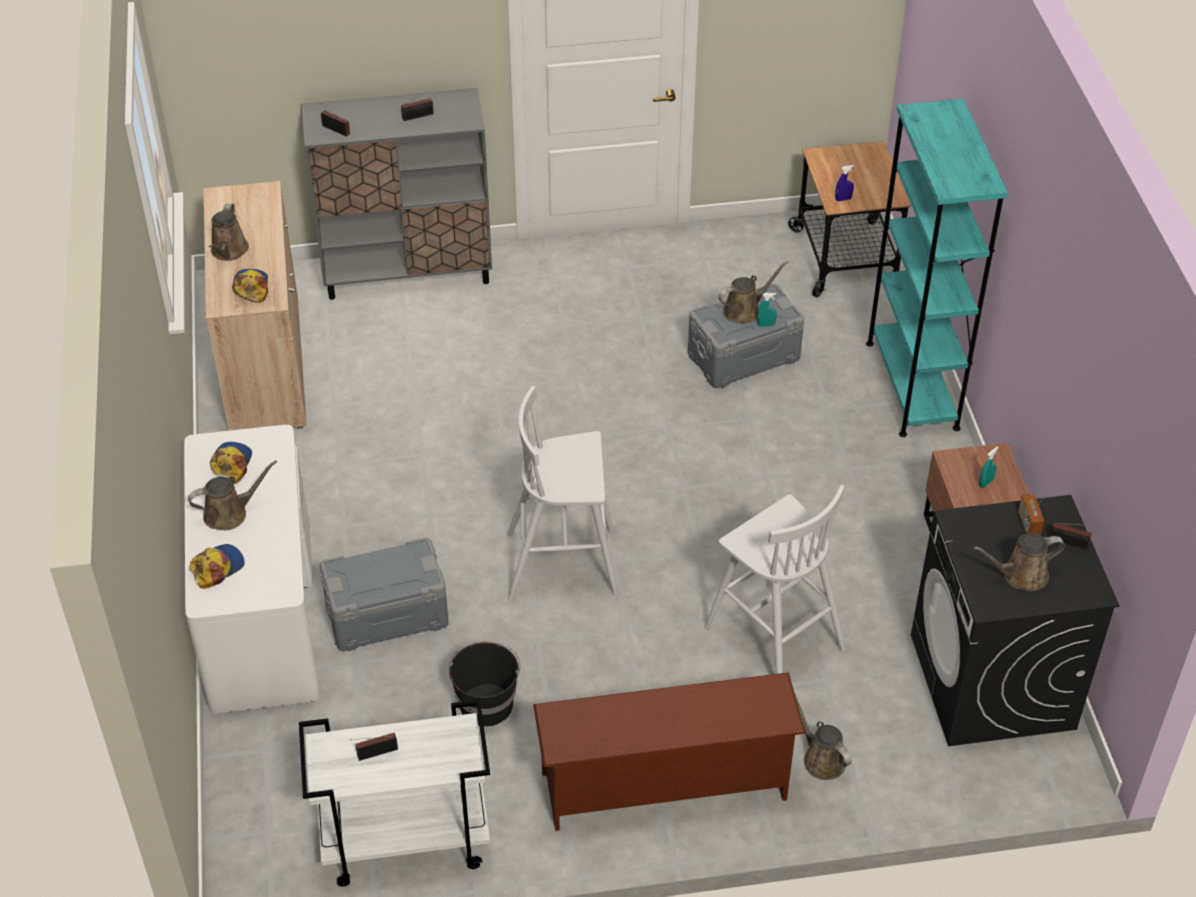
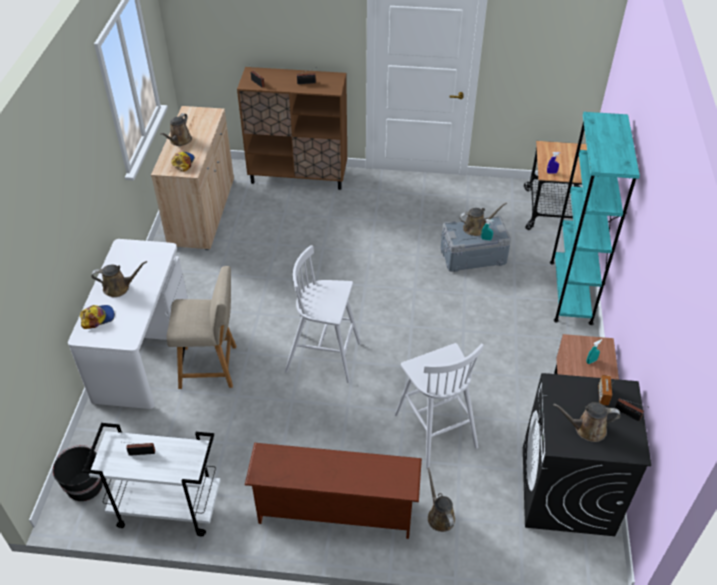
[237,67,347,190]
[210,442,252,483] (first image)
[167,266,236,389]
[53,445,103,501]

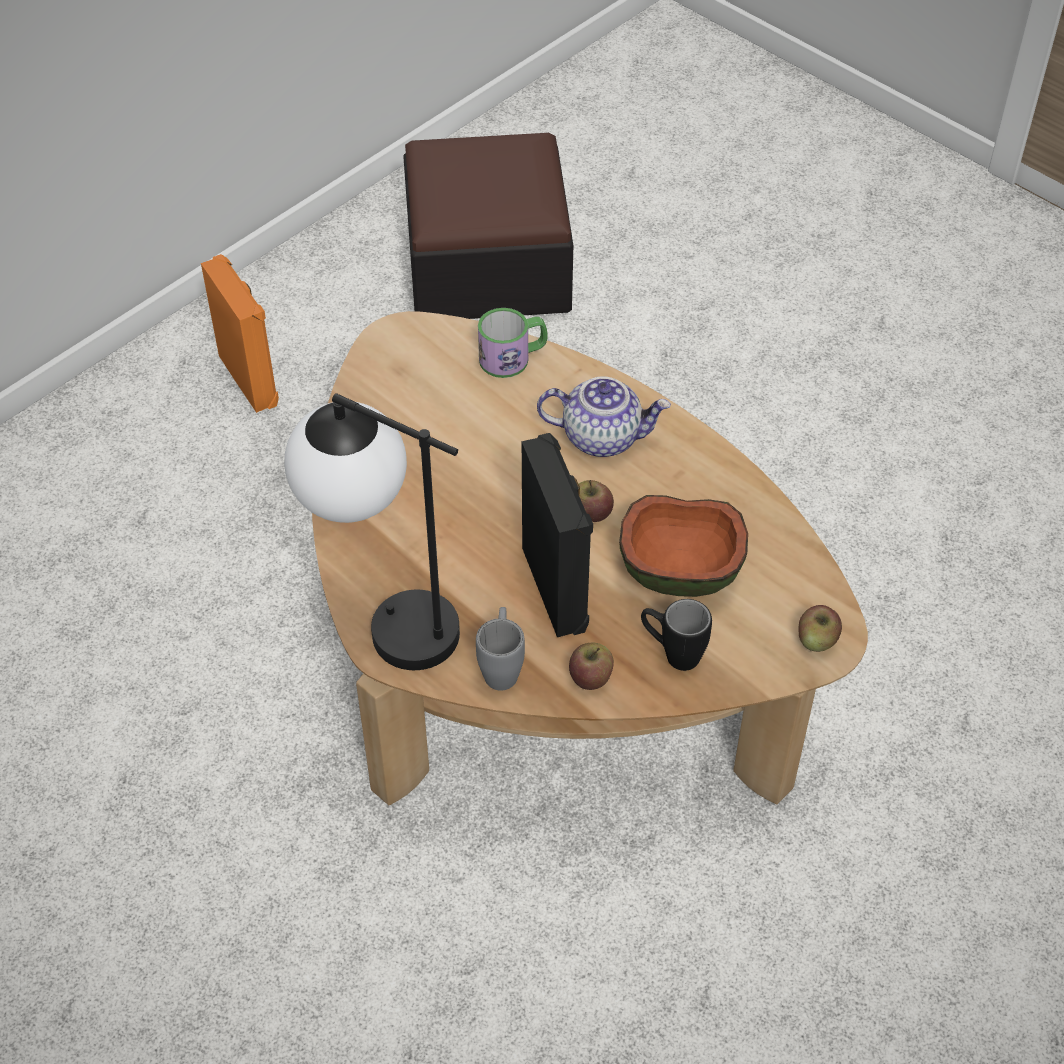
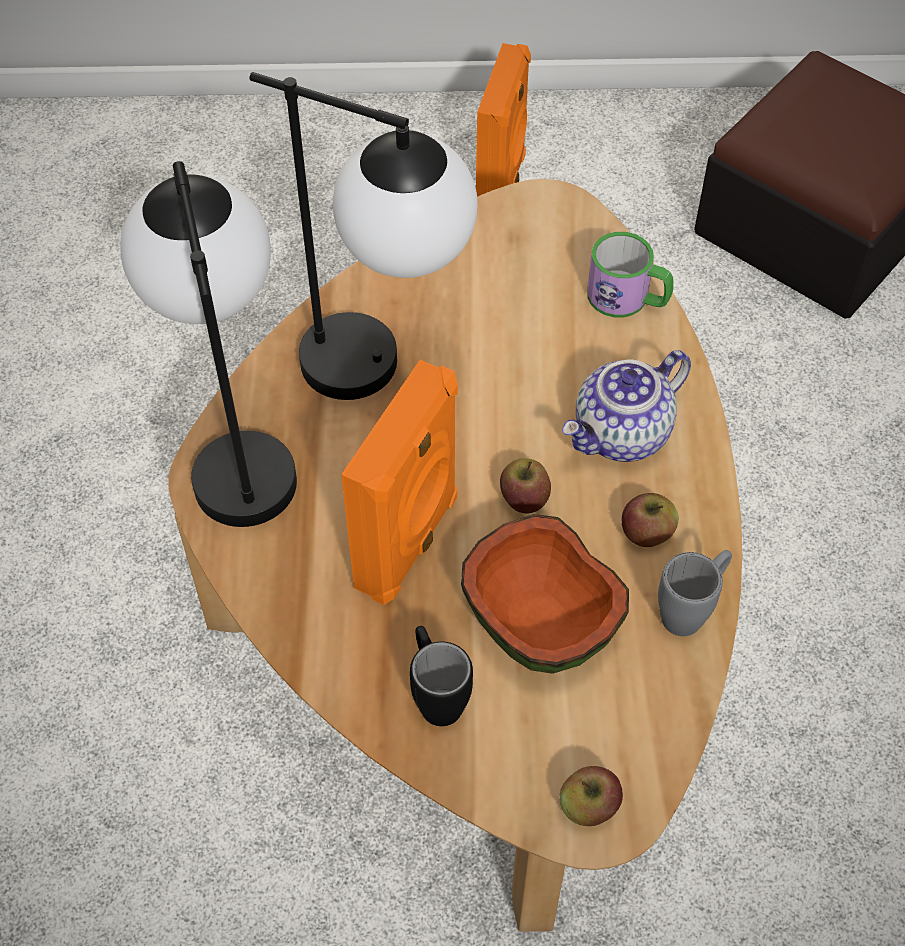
[562,350,691,462]
[341,360,458,605]
[658,550,732,636]
[622,493,678,547]
[250,72,478,400]

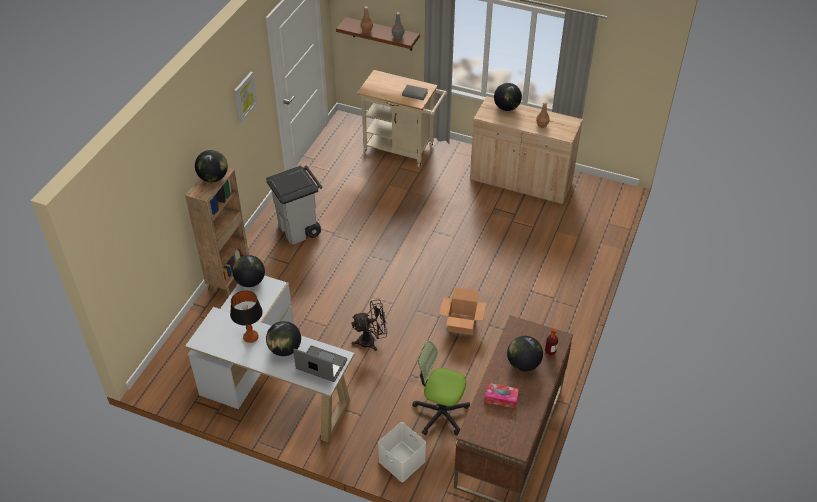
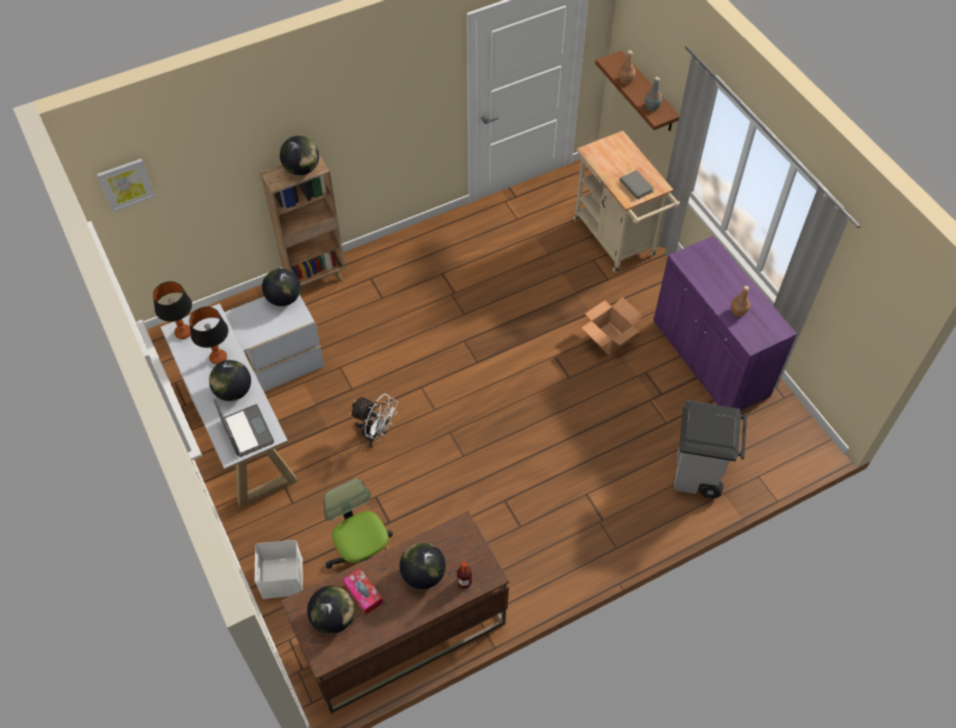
[97,159,155,212]
[307,586,355,634]
[653,236,797,411]
[674,400,747,498]
[581,297,643,355]
[350,394,398,448]
[153,281,192,339]

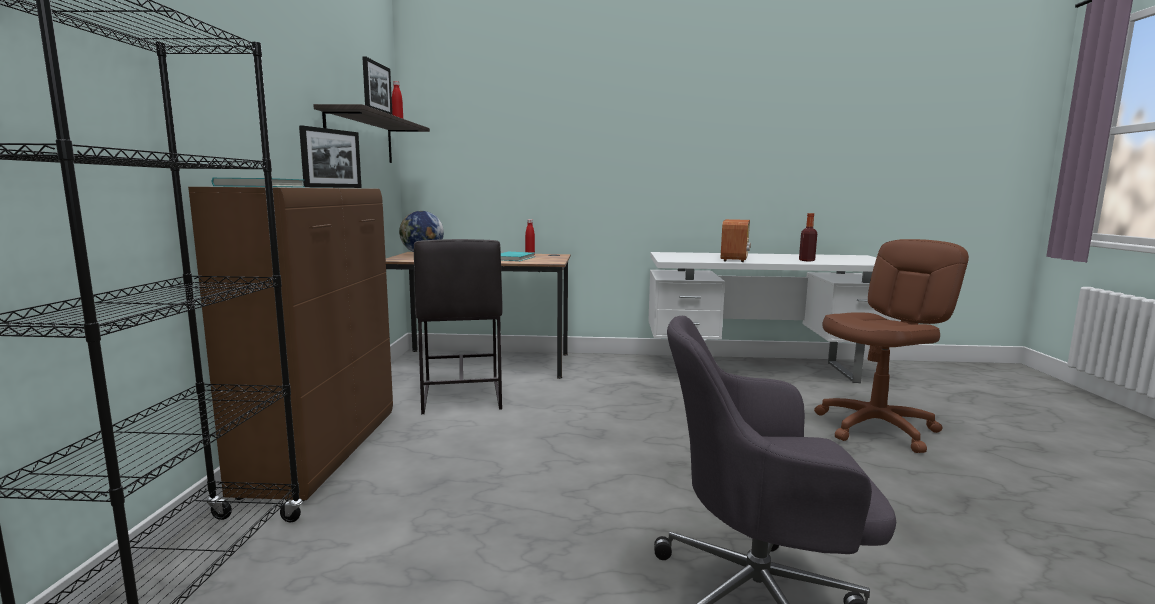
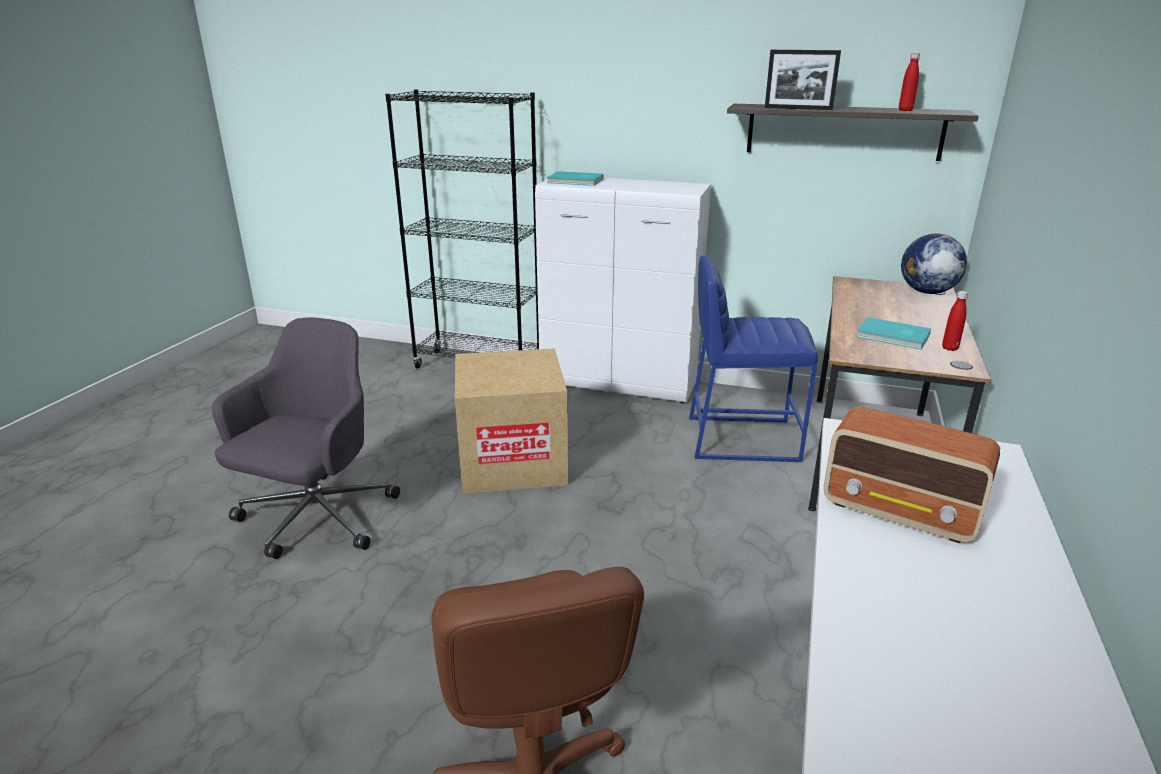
[299,126,362,188] (first image)
[535,178,711,403]
[799,213,817,261] (first image)
[689,255,818,462]
[455,348,568,494]

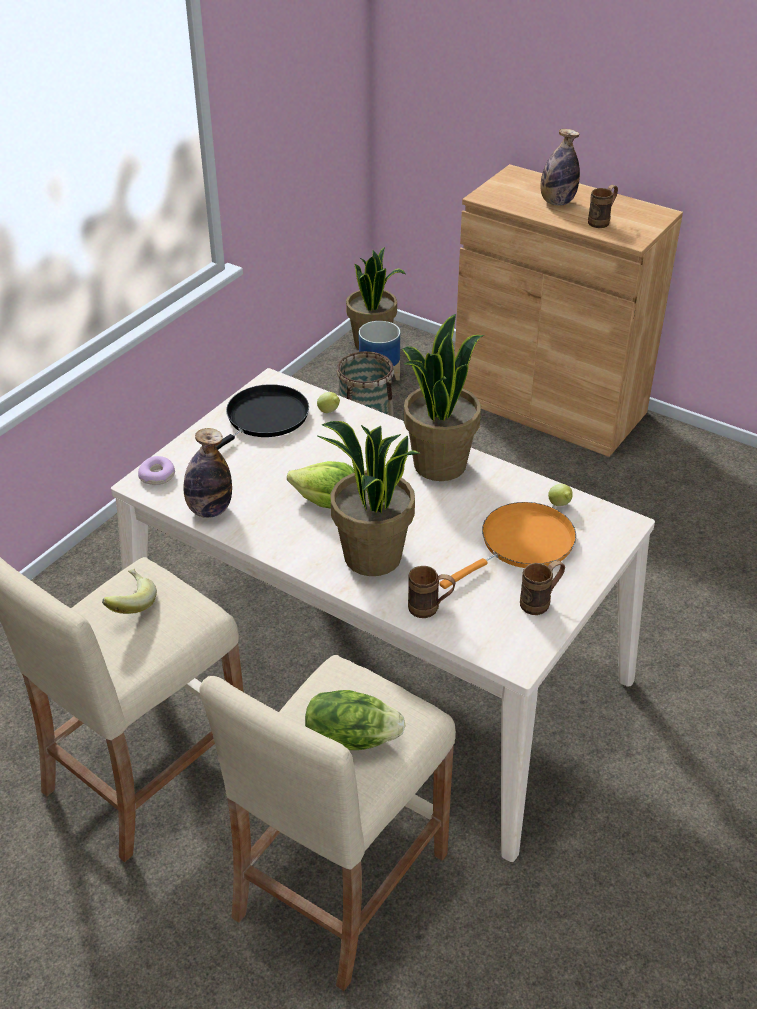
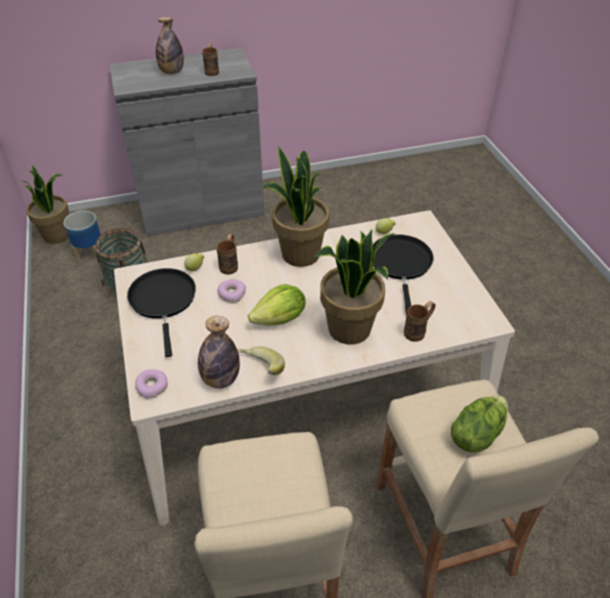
[109,48,265,236]
[373,234,434,314]
[217,234,238,274]
[238,346,285,375]
[218,279,246,303]

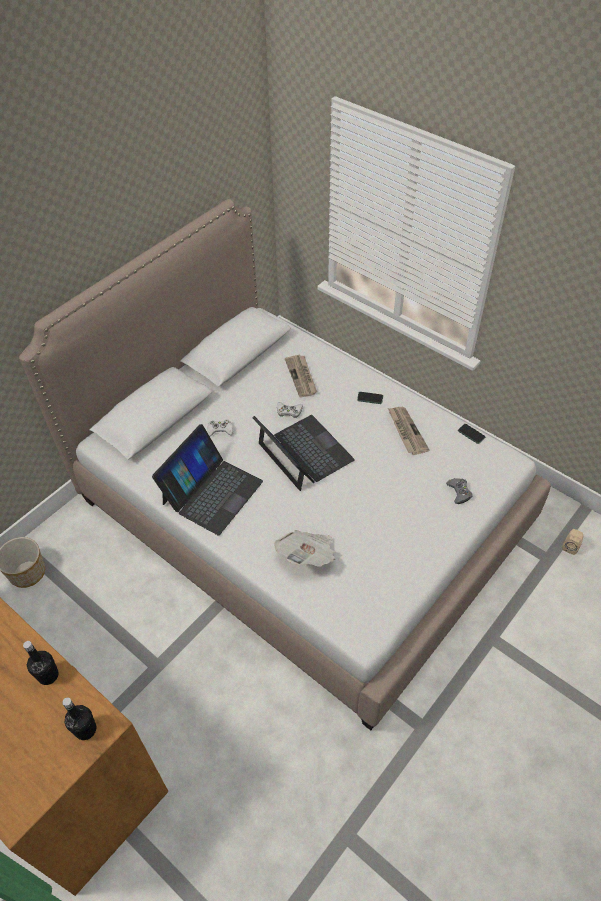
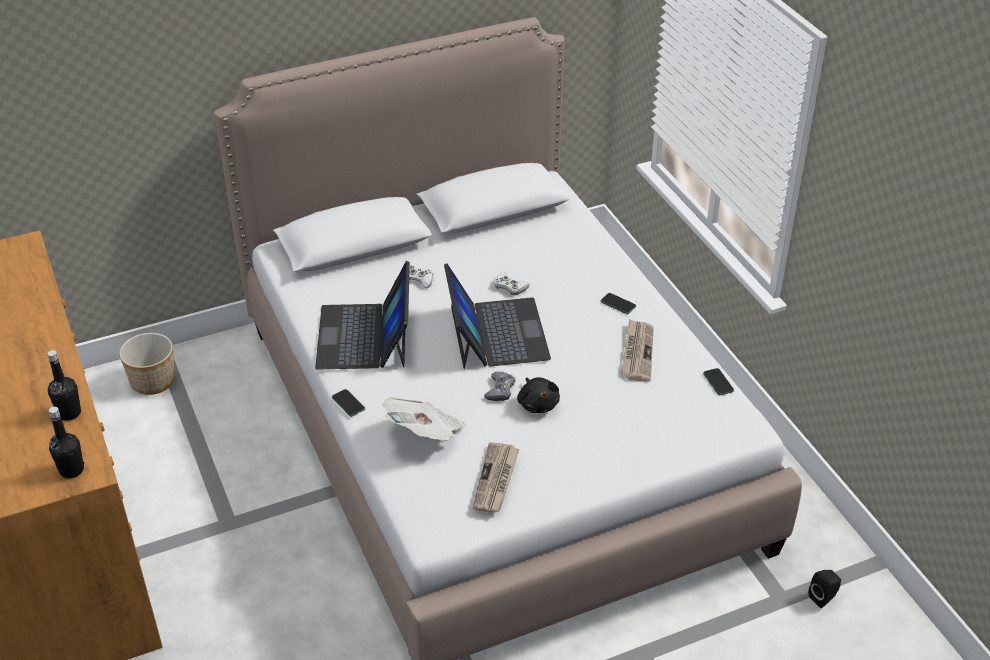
[472,442,519,513]
[315,261,410,369]
[484,372,515,401]
[808,570,841,608]
[517,377,560,413]
[332,389,365,417]

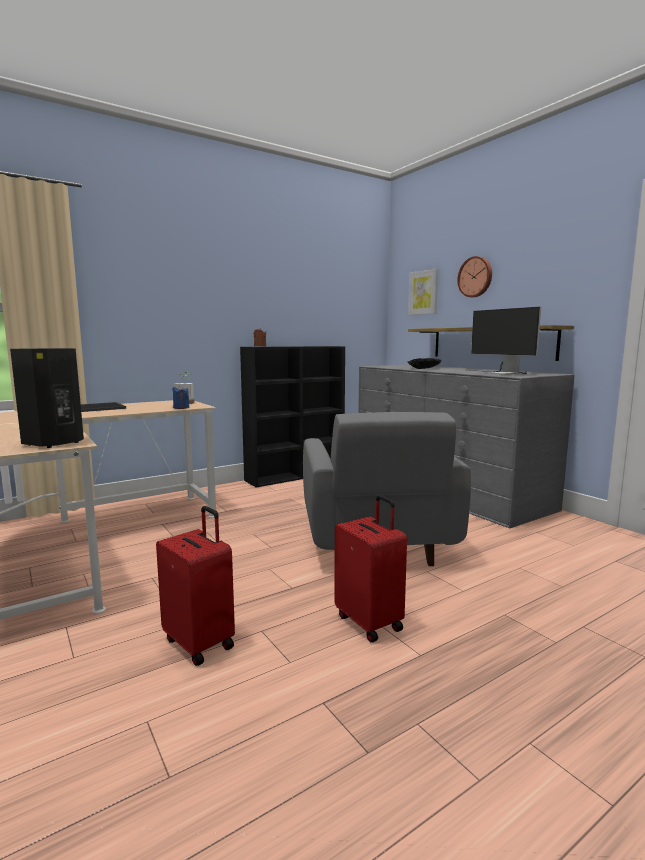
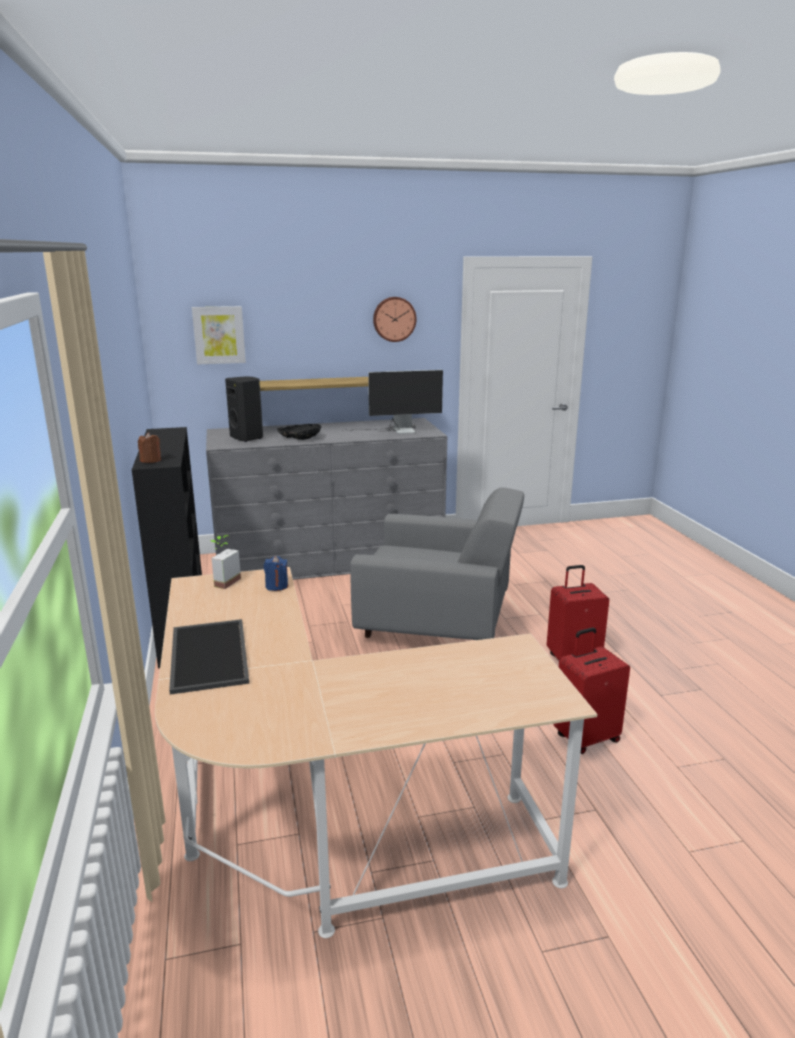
[373,297,416,342]
[225,376,263,442]

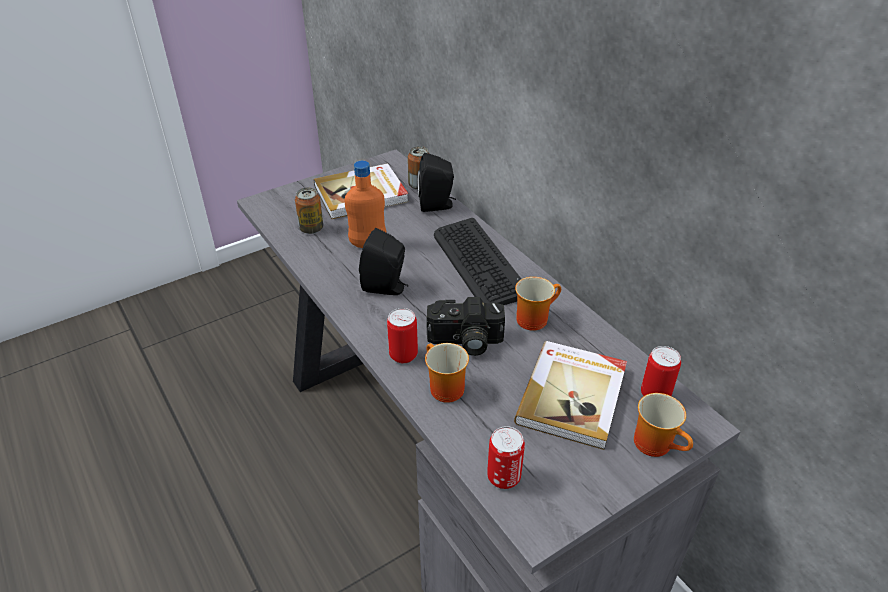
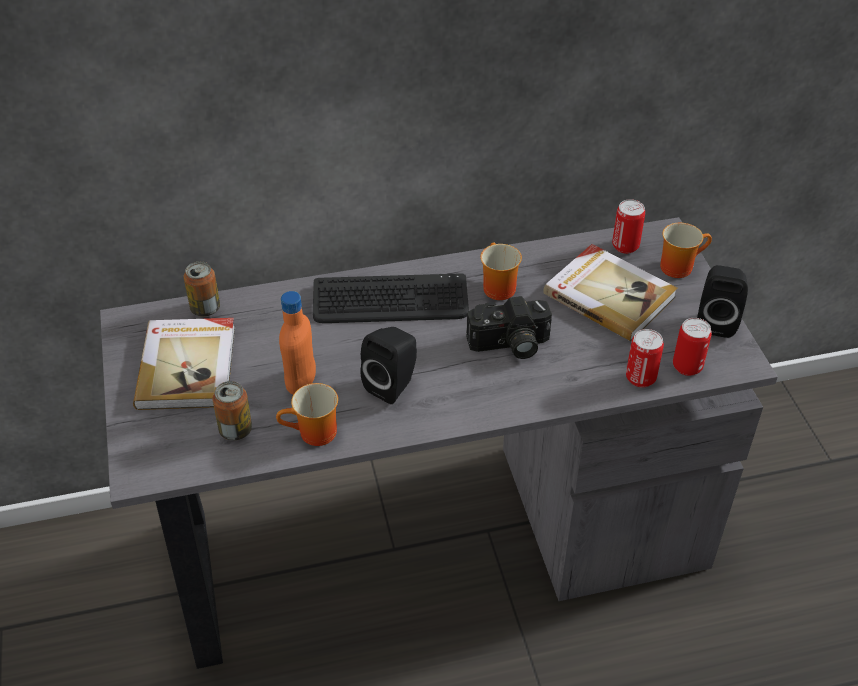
[697,265,748,338]
[466,296,552,359]
[626,329,664,387]
[276,383,338,446]

